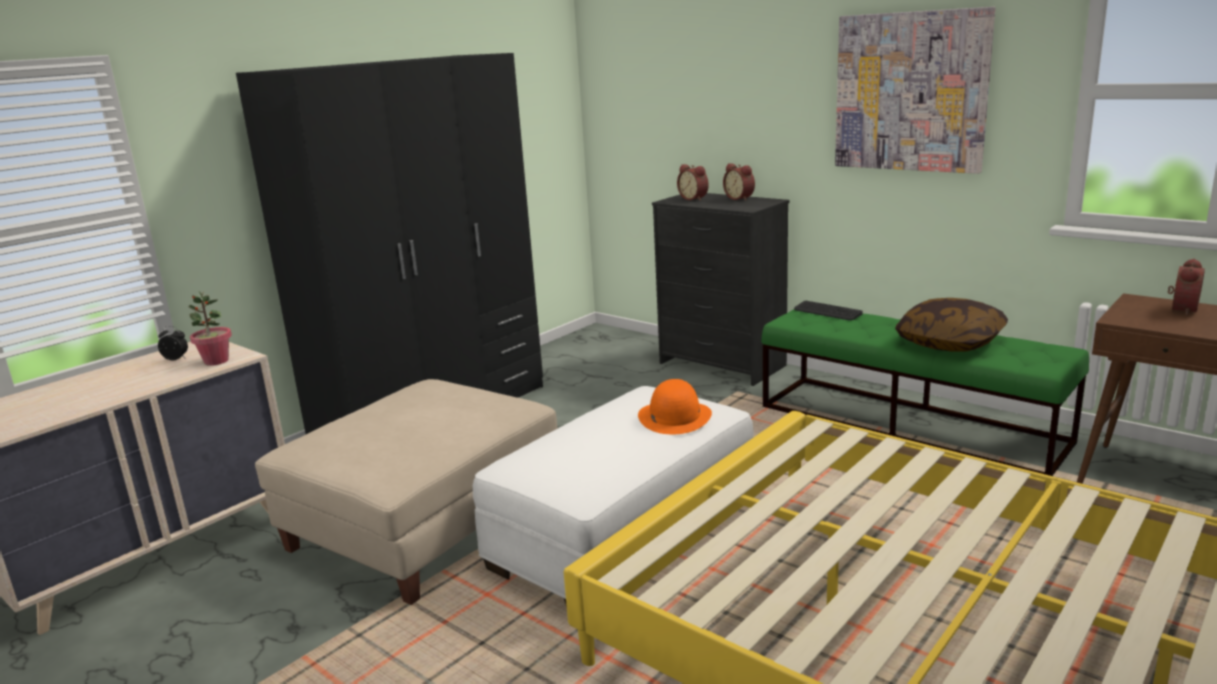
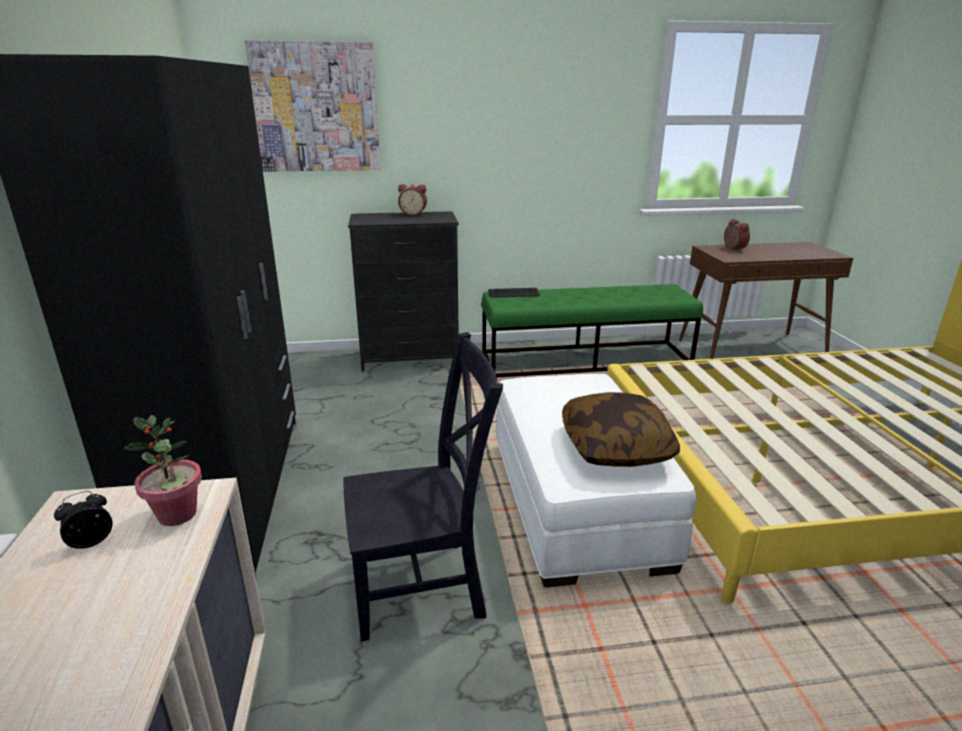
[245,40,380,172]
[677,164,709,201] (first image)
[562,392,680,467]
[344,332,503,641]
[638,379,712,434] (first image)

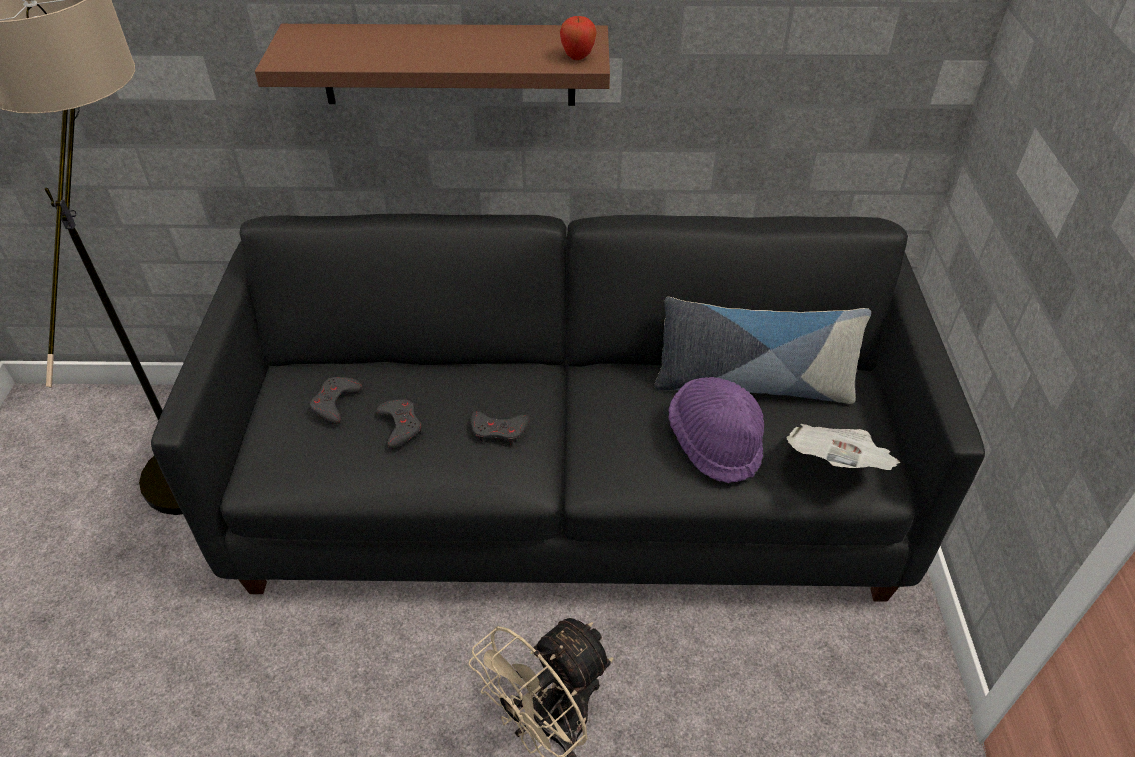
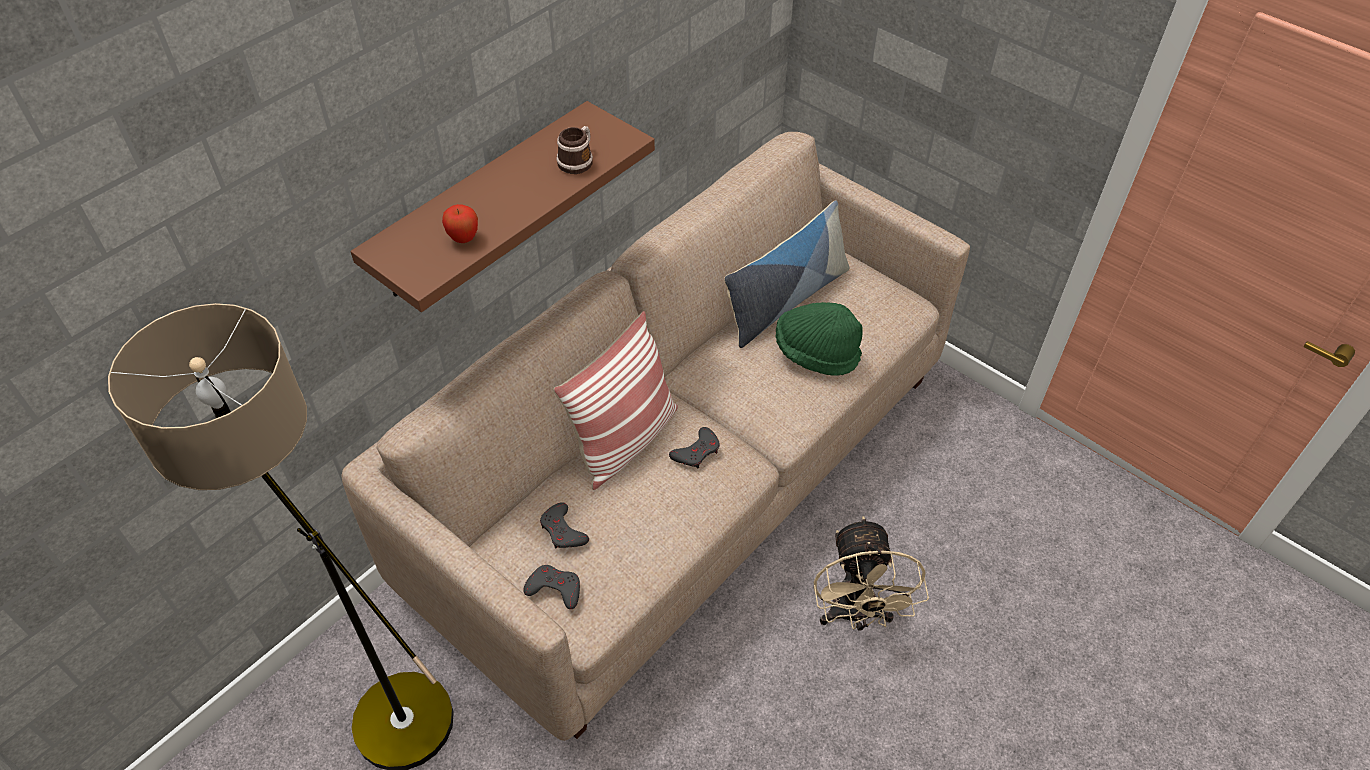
[442,204,478,243]
[341,132,970,741]
[775,302,863,376]
[523,565,580,609]
[786,424,900,470] (first image)
[556,126,593,174]
[553,311,678,490]

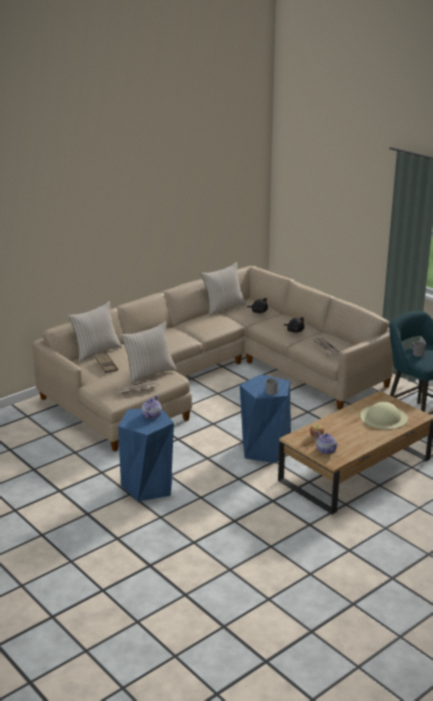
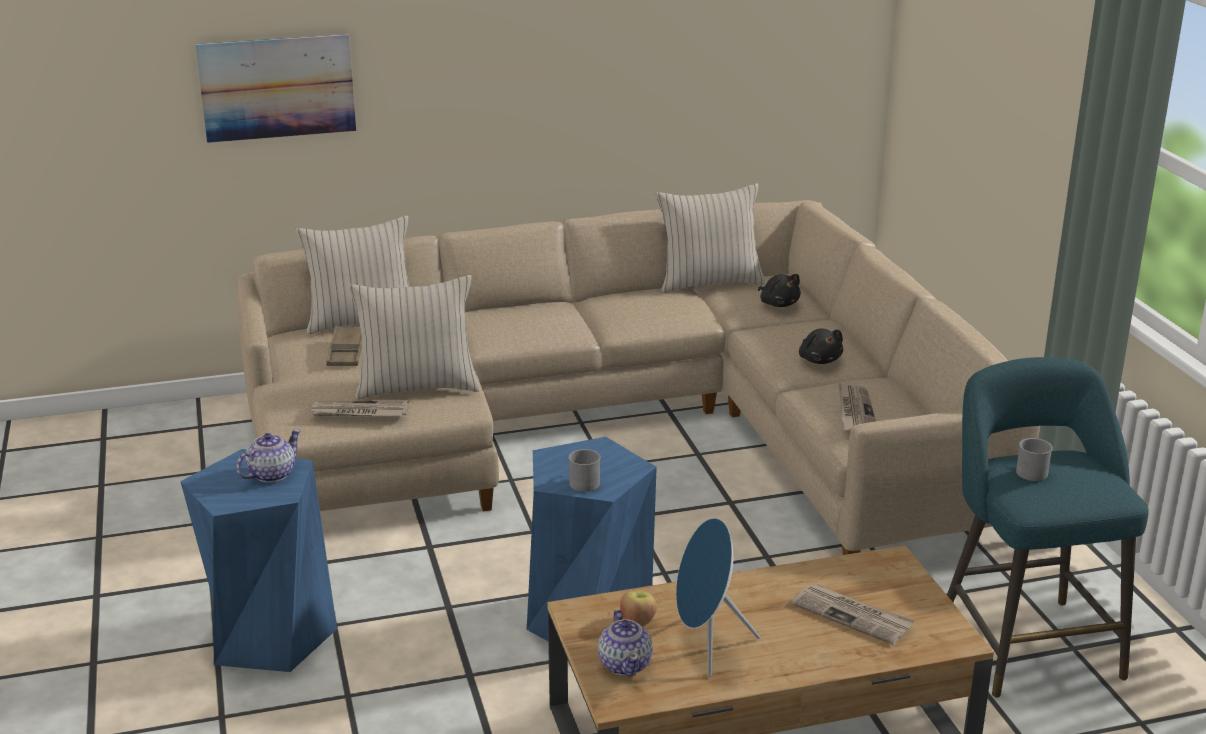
[791,584,915,645]
[195,34,356,143]
[676,518,760,677]

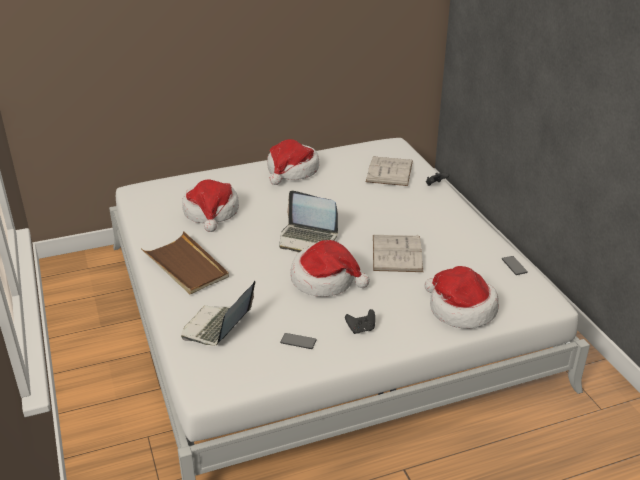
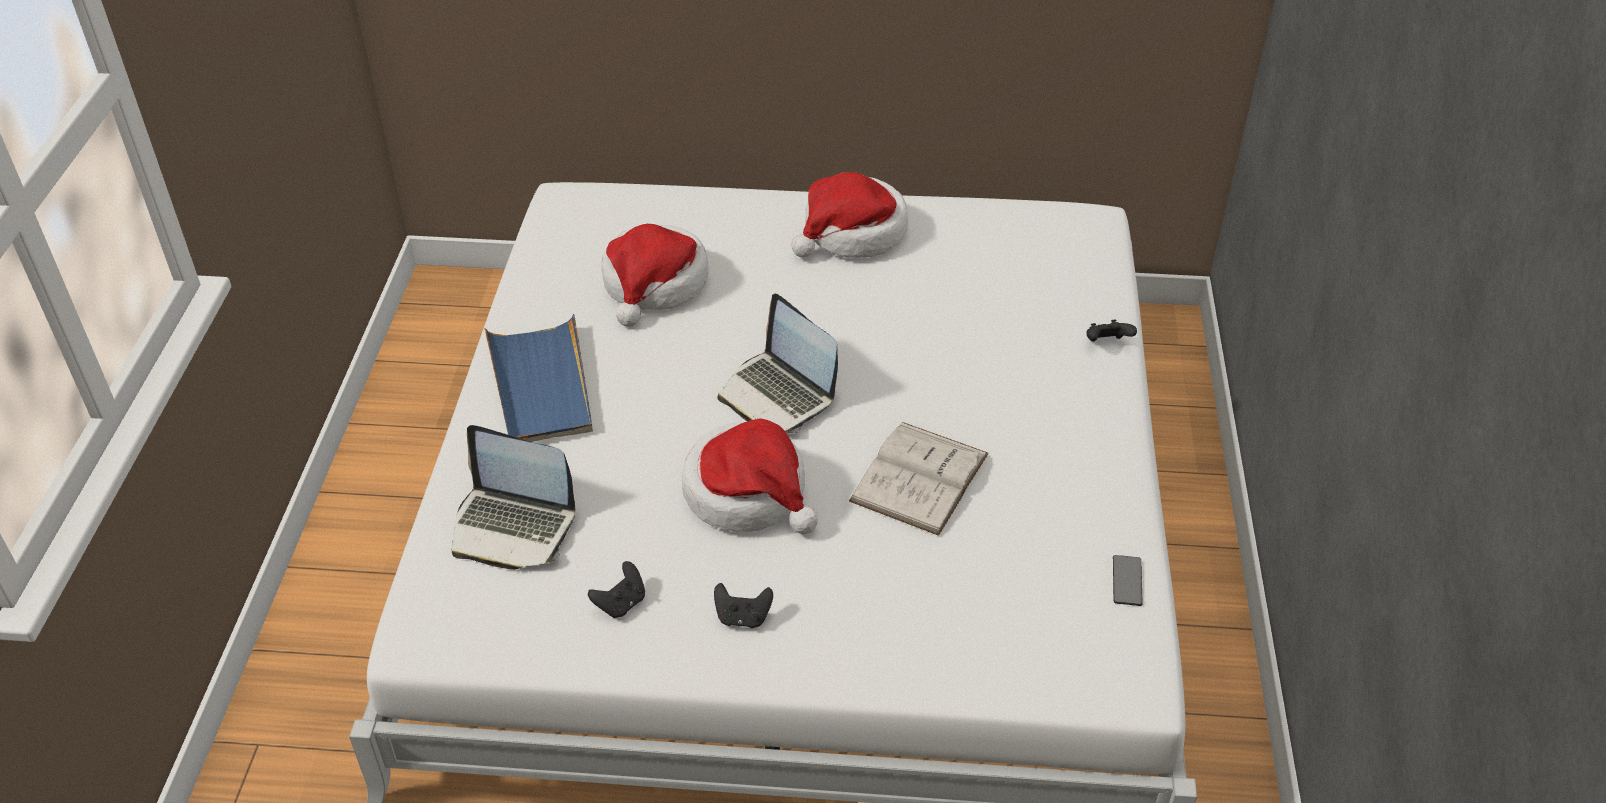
[366,156,413,186] (first image)
[485,314,593,442]
[425,266,499,329] (first image)
[452,425,575,570]
[588,561,645,618]

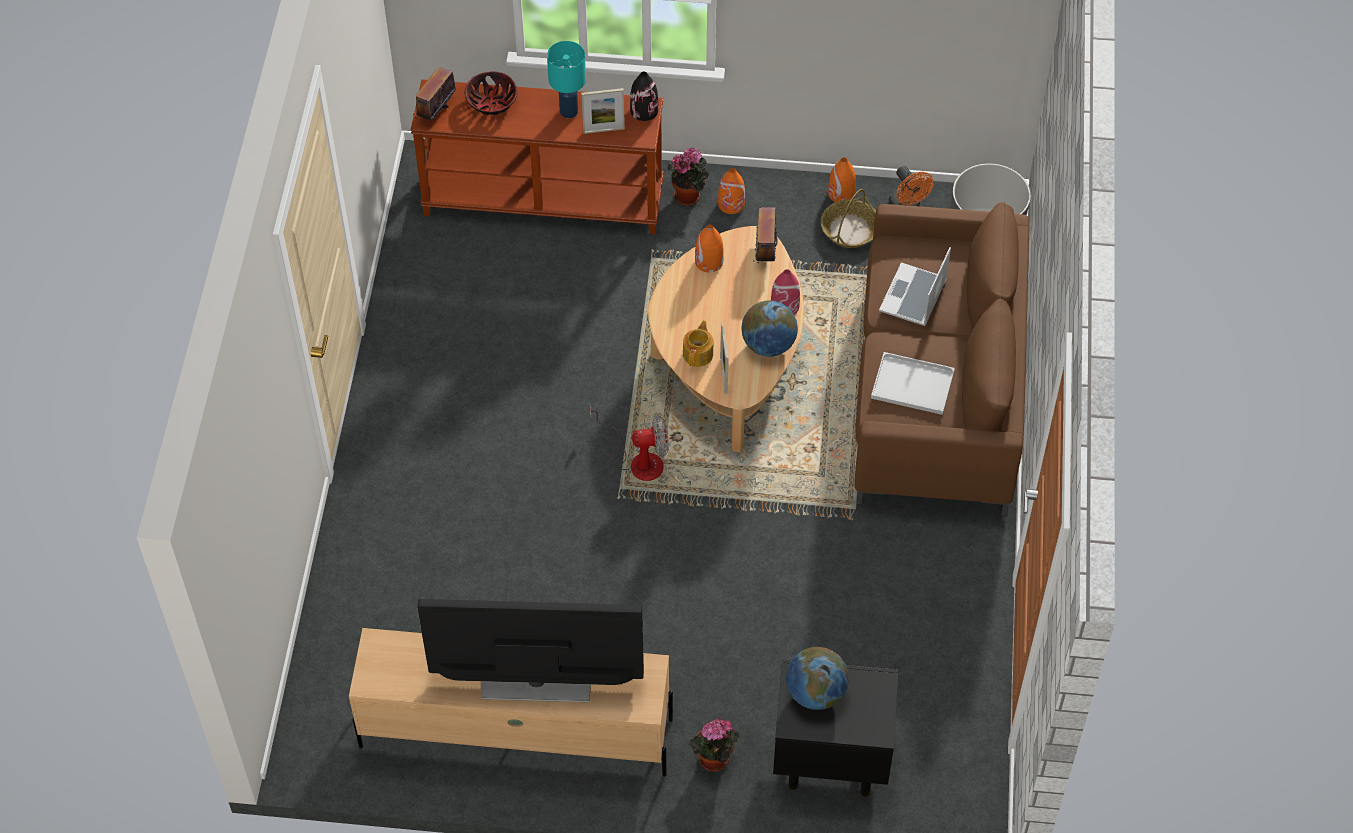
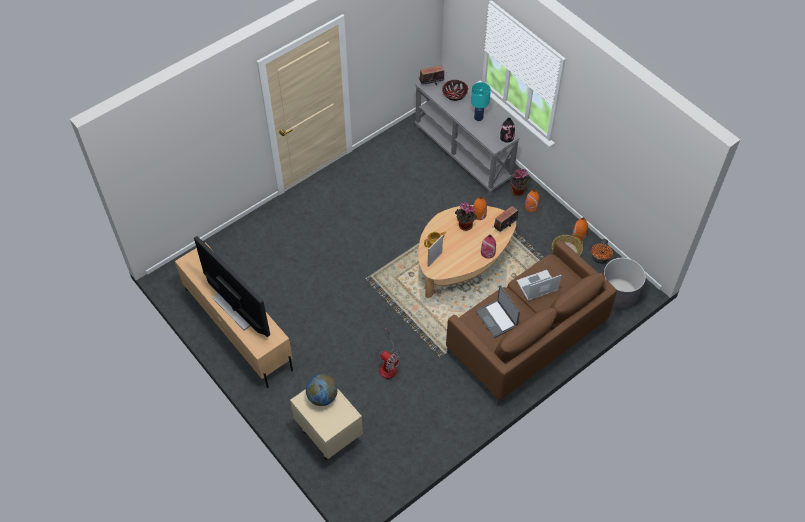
[415,73,520,196]
[581,88,625,134] (first image)
[741,300,798,357] (first image)
[476,285,520,338]
[378,327,401,379]
[290,388,363,460]
[455,202,477,231]

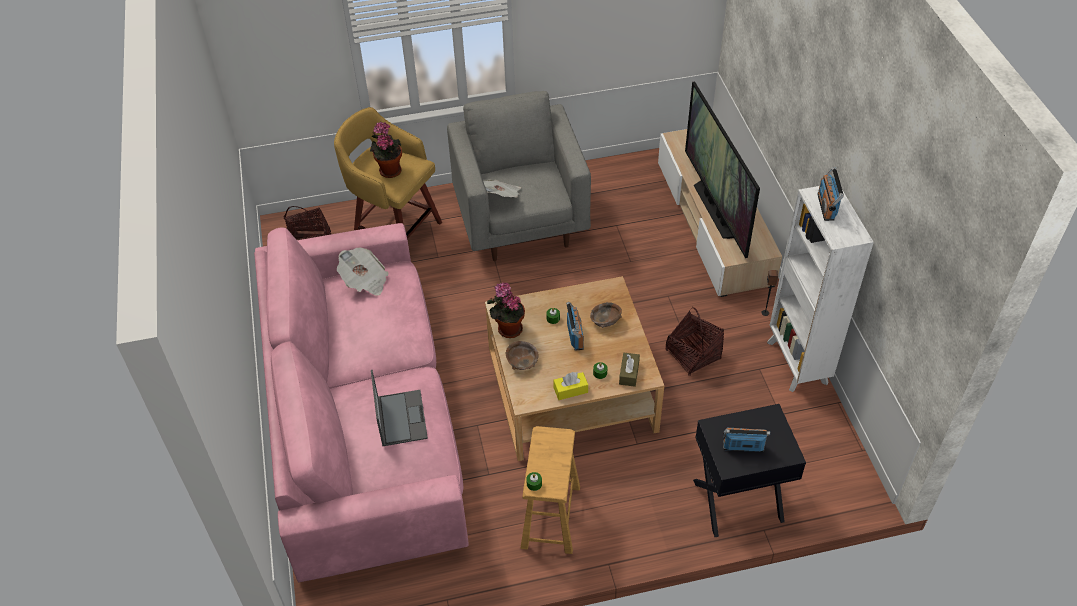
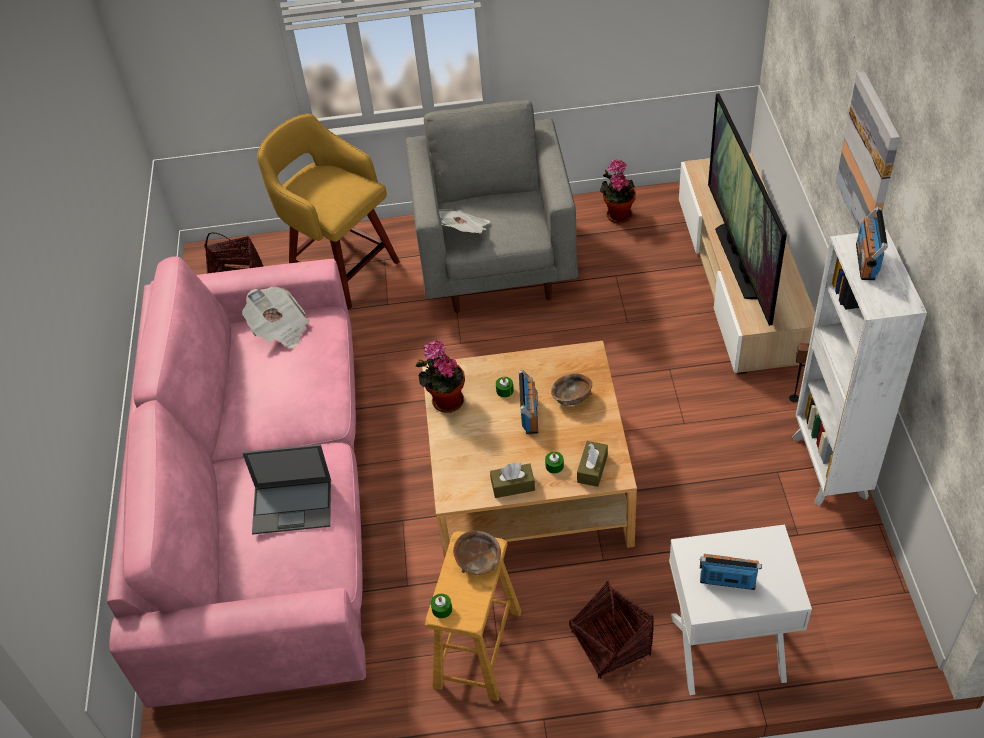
[600,159,636,224]
[569,581,654,679]
[453,531,501,575]
[242,444,331,534]
[490,463,535,498]
[669,525,812,695]
[836,72,900,231]

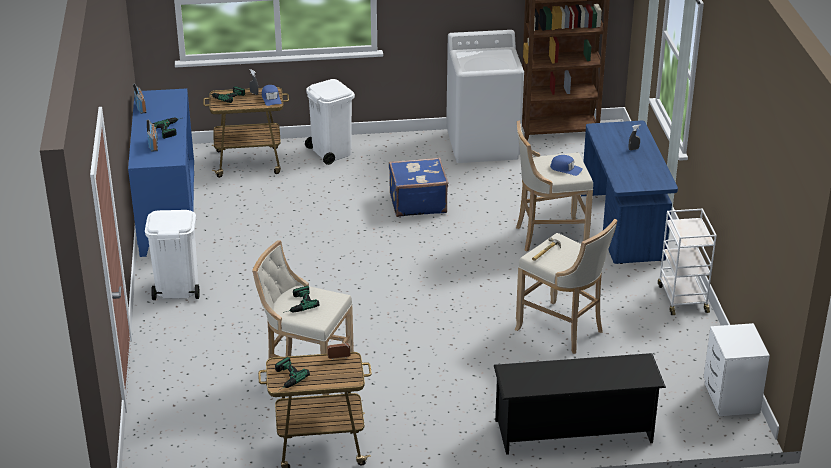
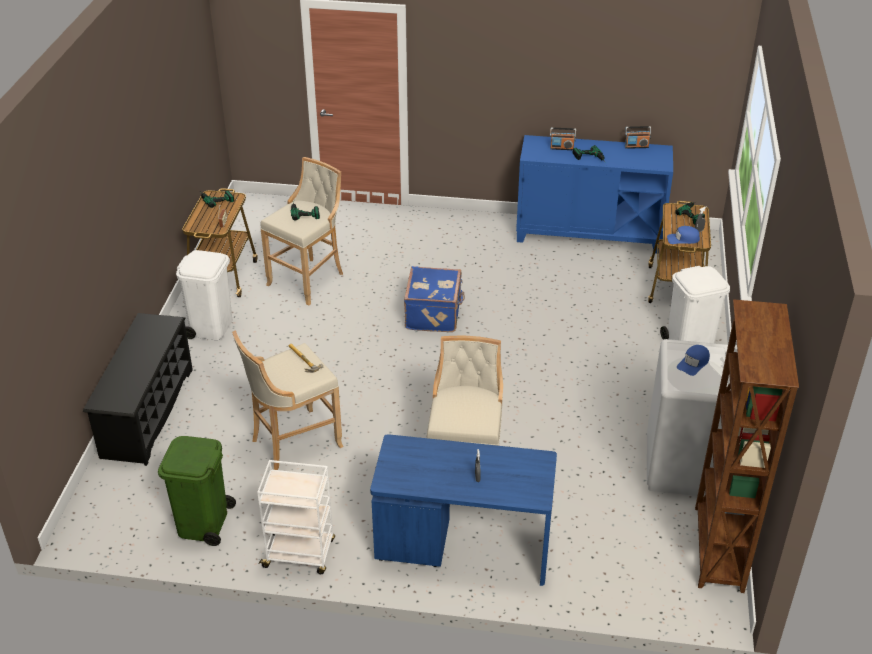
[677,345,710,376]
[404,266,465,332]
[176,250,232,340]
[704,323,770,416] (first image)
[158,436,236,546]

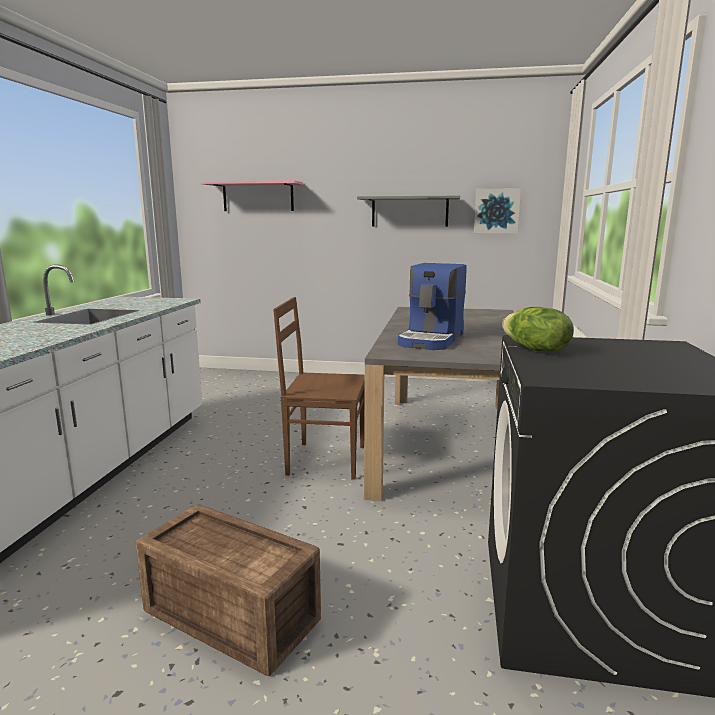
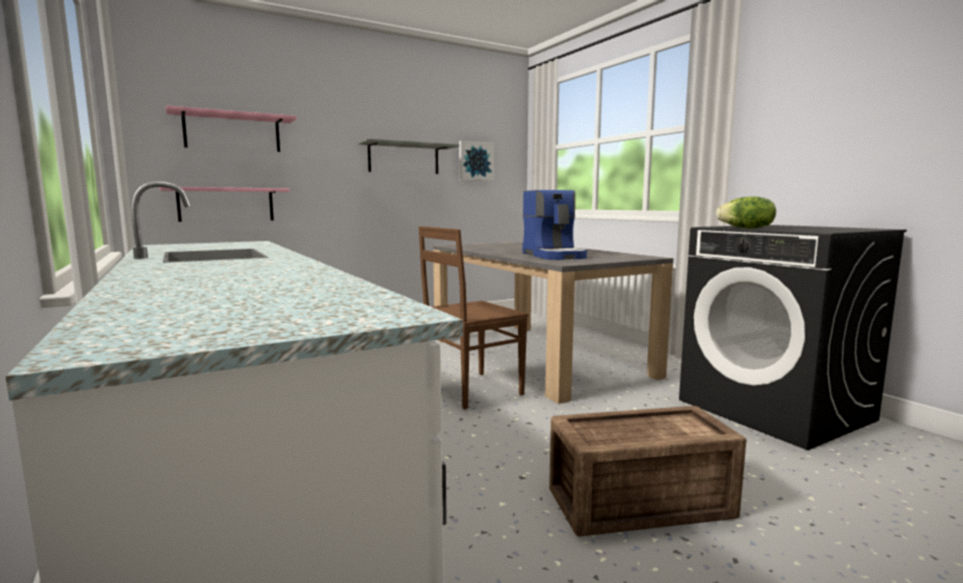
[160,187,290,222]

